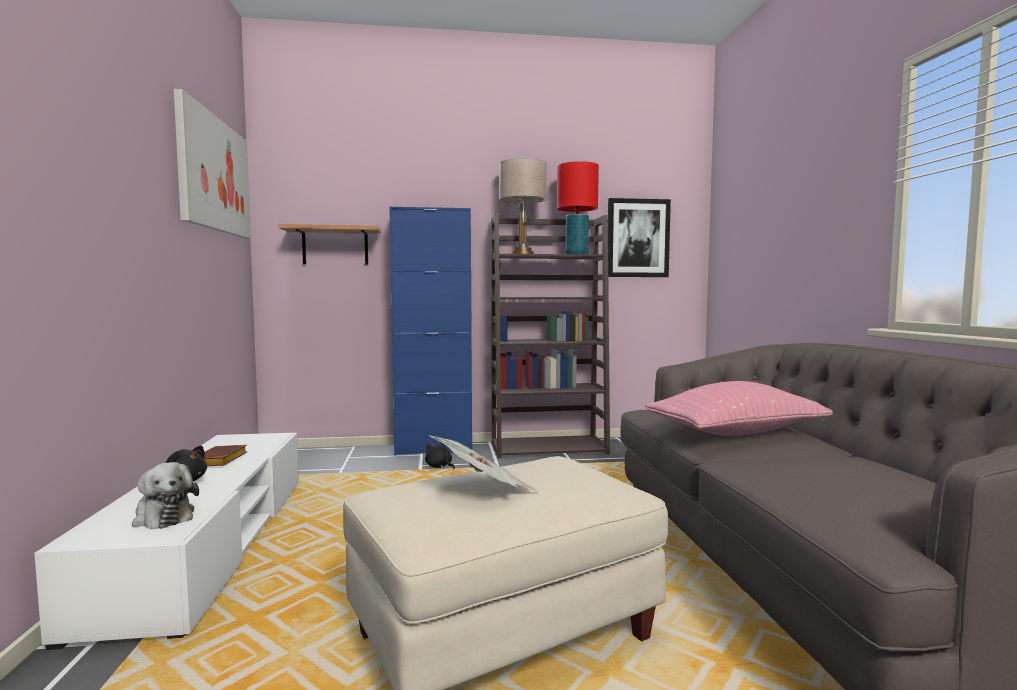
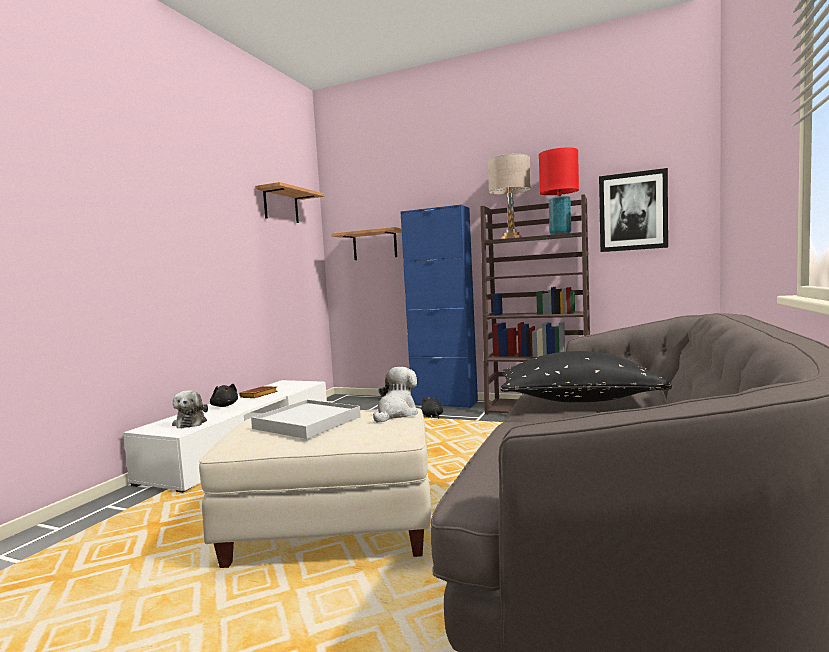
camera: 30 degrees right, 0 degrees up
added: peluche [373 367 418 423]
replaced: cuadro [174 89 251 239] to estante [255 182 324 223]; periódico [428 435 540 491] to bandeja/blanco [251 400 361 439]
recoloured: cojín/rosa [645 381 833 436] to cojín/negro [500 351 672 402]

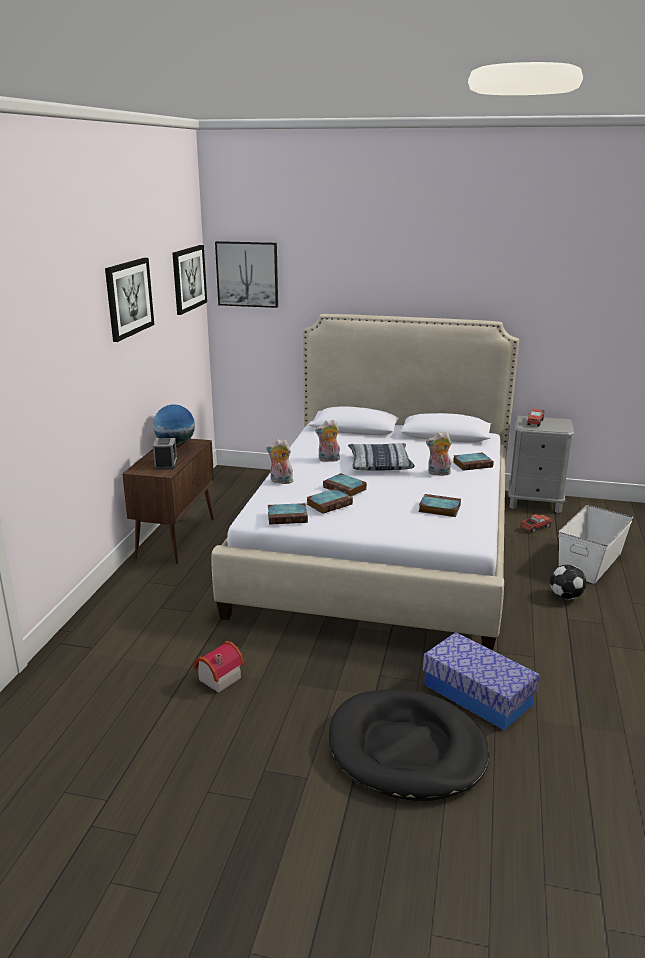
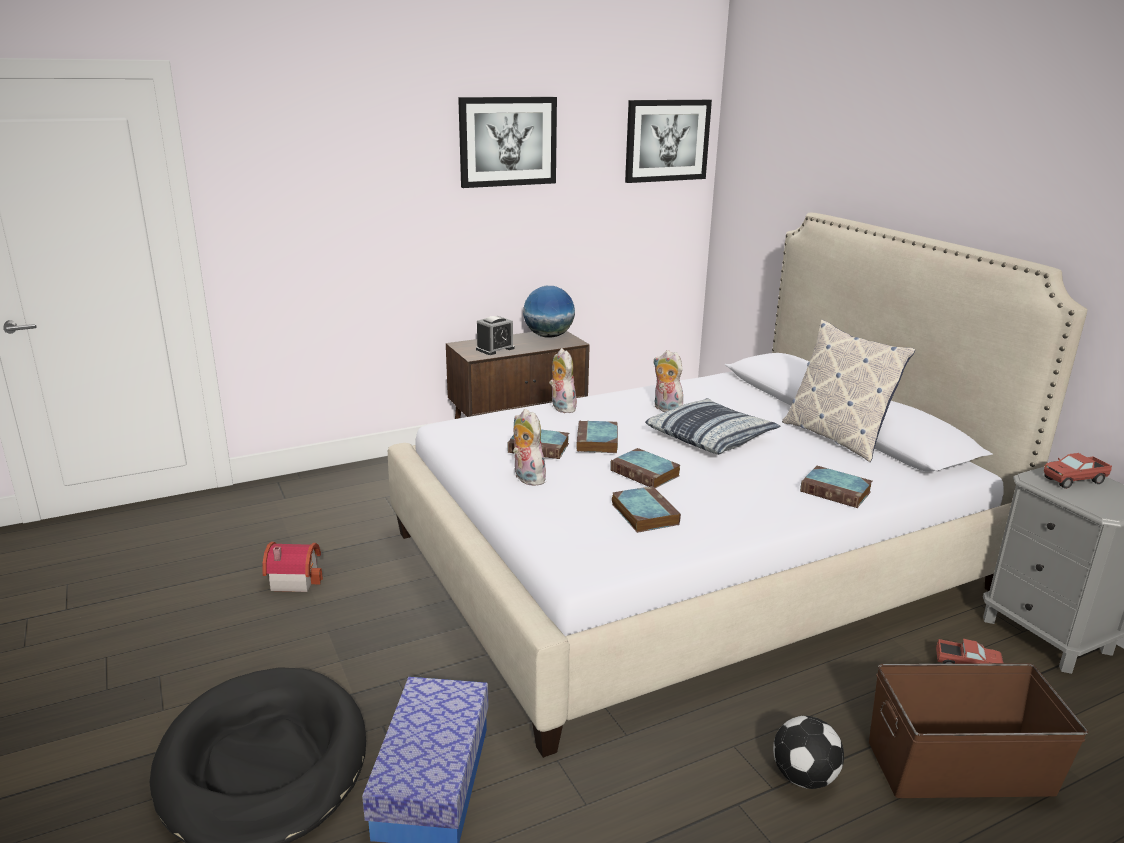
camera: 50 degrees right, 0 degrees up
removed: cuadro [215 241 278 308]
added: cojín [782 320 915 462]
moved: peluche [426 432 451 476] to [513 409 546 486]; libro [268 503 308 525] to [610 448 680 488]
recoloured: caja de almacenaje/blanco [558 505 633 584] to caja de almacenaje/marrón [869 663 1088 798]

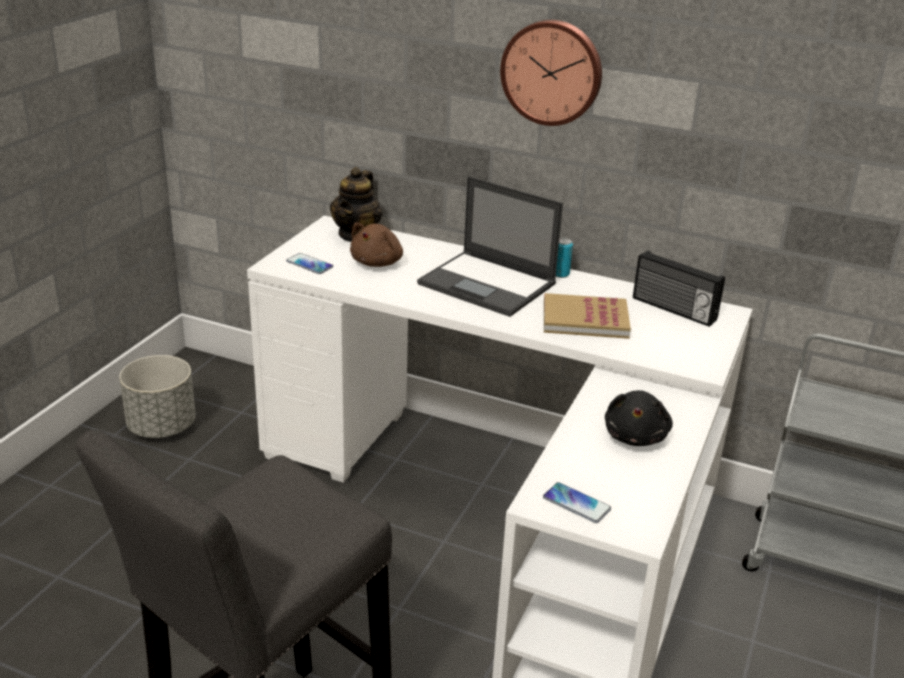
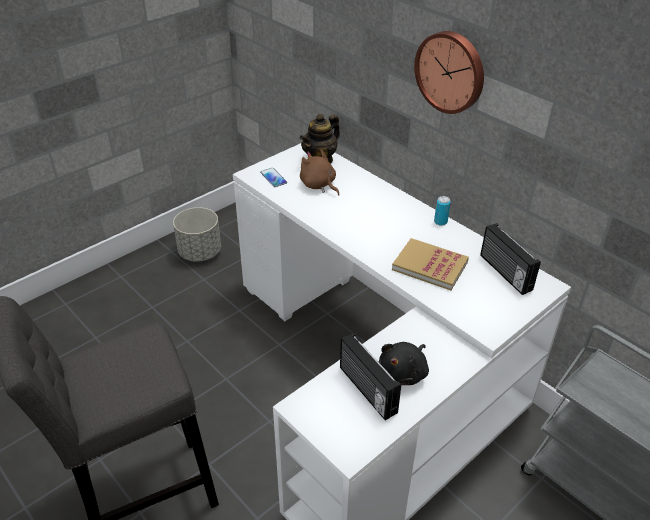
camera: 25 degrees right, 10 degrees up
removed: portátil [417 176 563 317]; móvil [543 482 611 523]
added: radio [340 333 401 420]
turned: peluche/marrón [350 223 403 267] = [300 149 339 196] 90 degrees clockwise

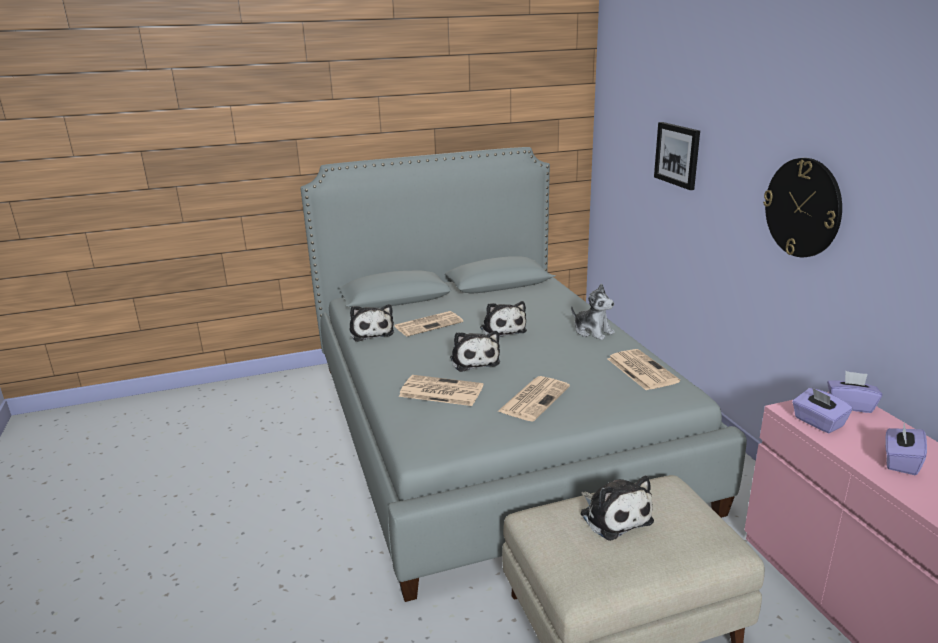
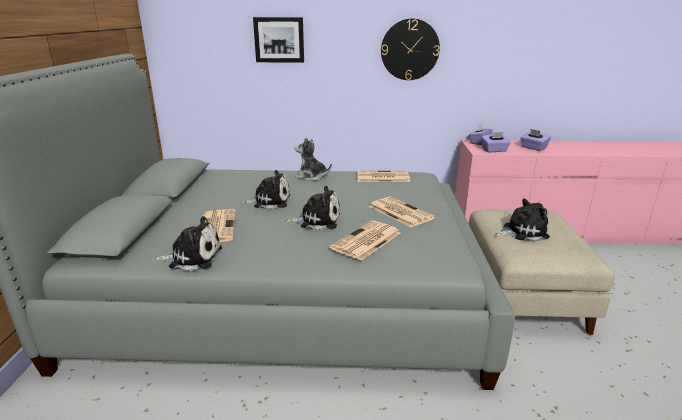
camera: 70 degrees left, 0 degrees up
turned: peluche [571 283 615 340] = [294 137 332 181] 135 degrees counterclockwise

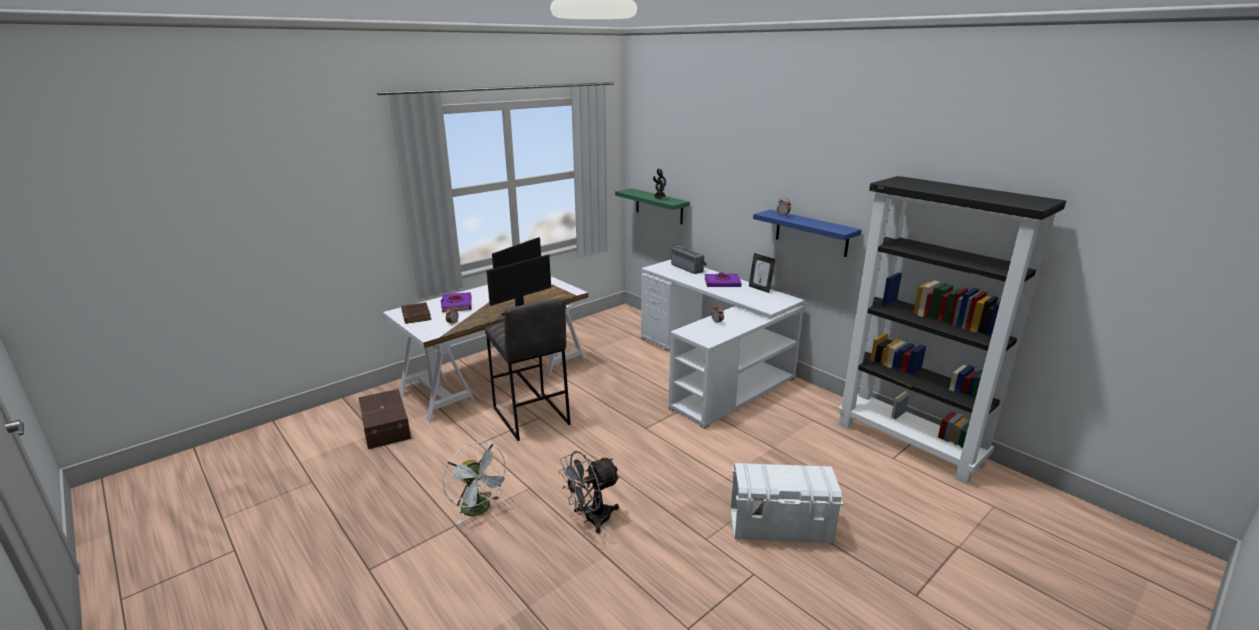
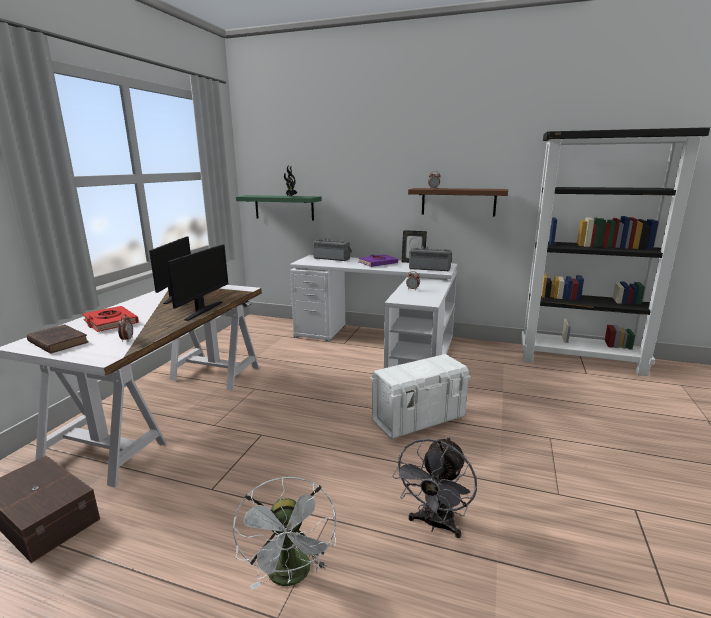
camera: 30 degrees left, 5 degrees down
removed: taburete/gris [485 298 571 441]
added: radio [409 246 452 271]
moved: caja de almacenaje/blanco [731 463 843 543] to [370 354 471 439]
recoloured: estante/azul [753 210 862 257] to estante/marrón [408 188 508 217]; libro/morado [441 292 472 312] to libro/rojo [82 306 139 332]
turned: ventilador/blanco [443 442 510 524] = [233 477 337 590] 60 degrees clockwise

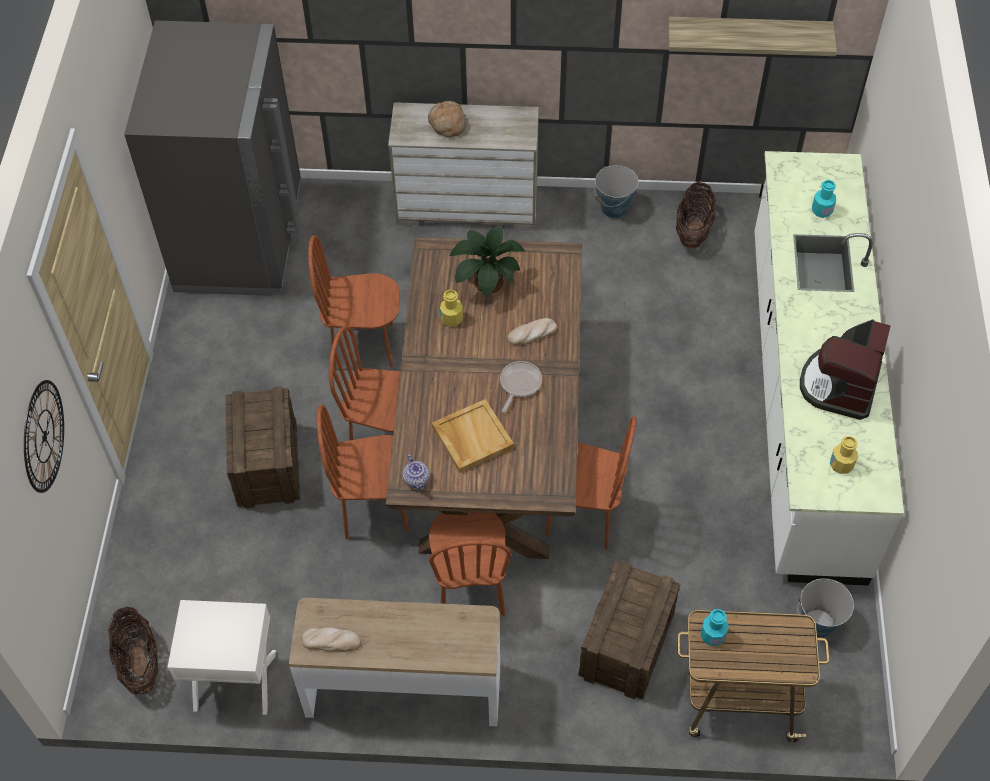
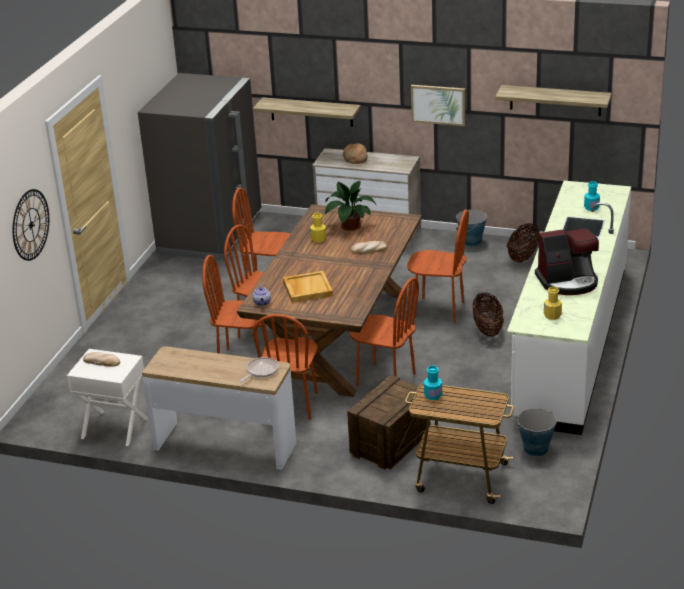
camera: 15 degrees right, 25 degrees down
removed: caja de embalaje [225 386 300 509]
added: cuadro [411 85 465 126]; estante [253 97 361 127]; silla/marrón [407 210 469 323]
moved: sartén [500 361 542 412] to [239 357 279 382]; cesta [108 607 158 695] to [473 293 504 337]; pan [302 627 362 652] to [83 352 120 367]
turned: cafetera [800 319 890 420] = [535 228 599 295] 135 degrees counterclockwise

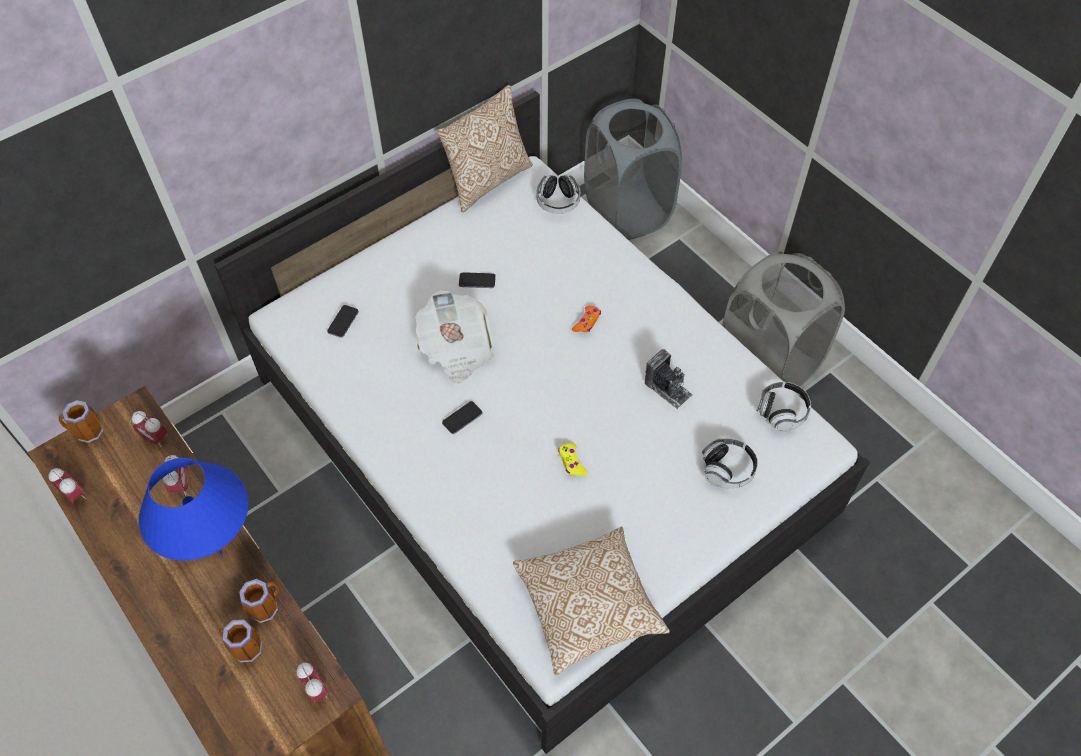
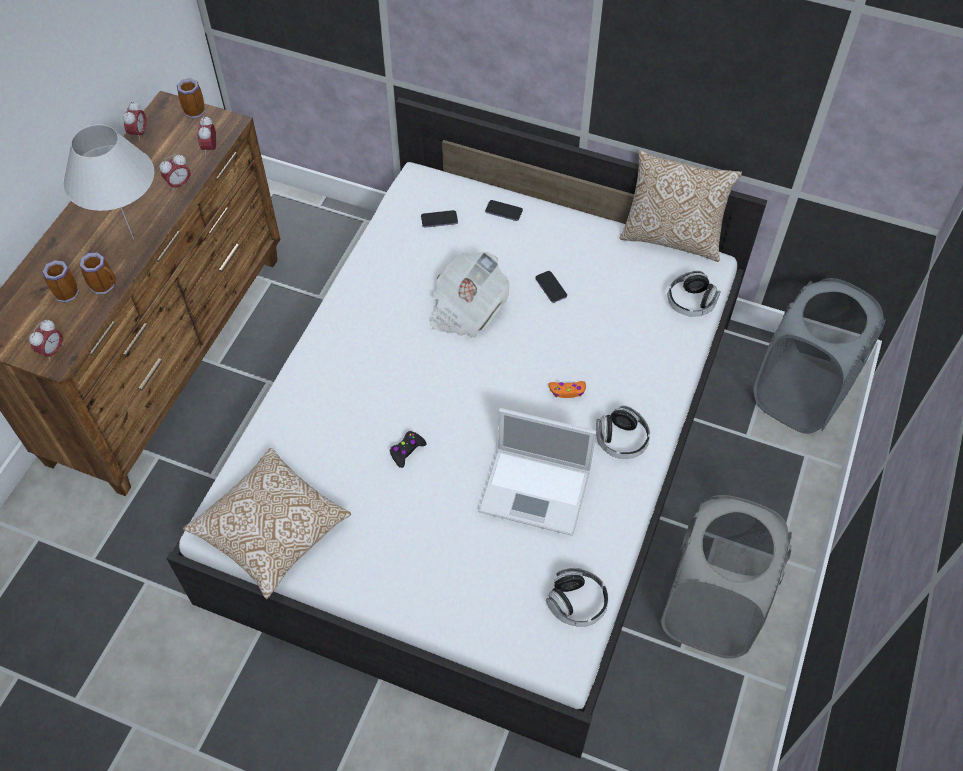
camera: 60 degrees right, 0 degrees up
moved: móvil [442 401 482 434] to [485 200 523 221]; auriculares [702 438 758 488] to [596 405 650 459]
replaced: cámara [645 349 692 409] to portátil [478 408 597 536]
recoloured: mando de consola/amarillo [558 443 588 476] to mando de consola/negro [390 431 427 468]; lámpara de mesa/azul [139 458 249 561] to lámpara de mesa/blanco [63 124 155 240]

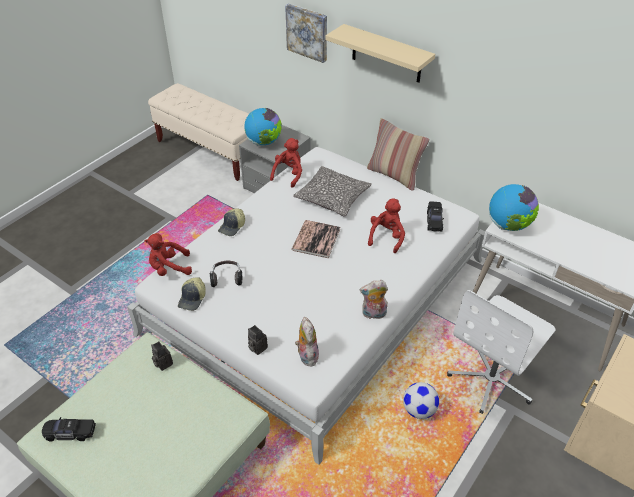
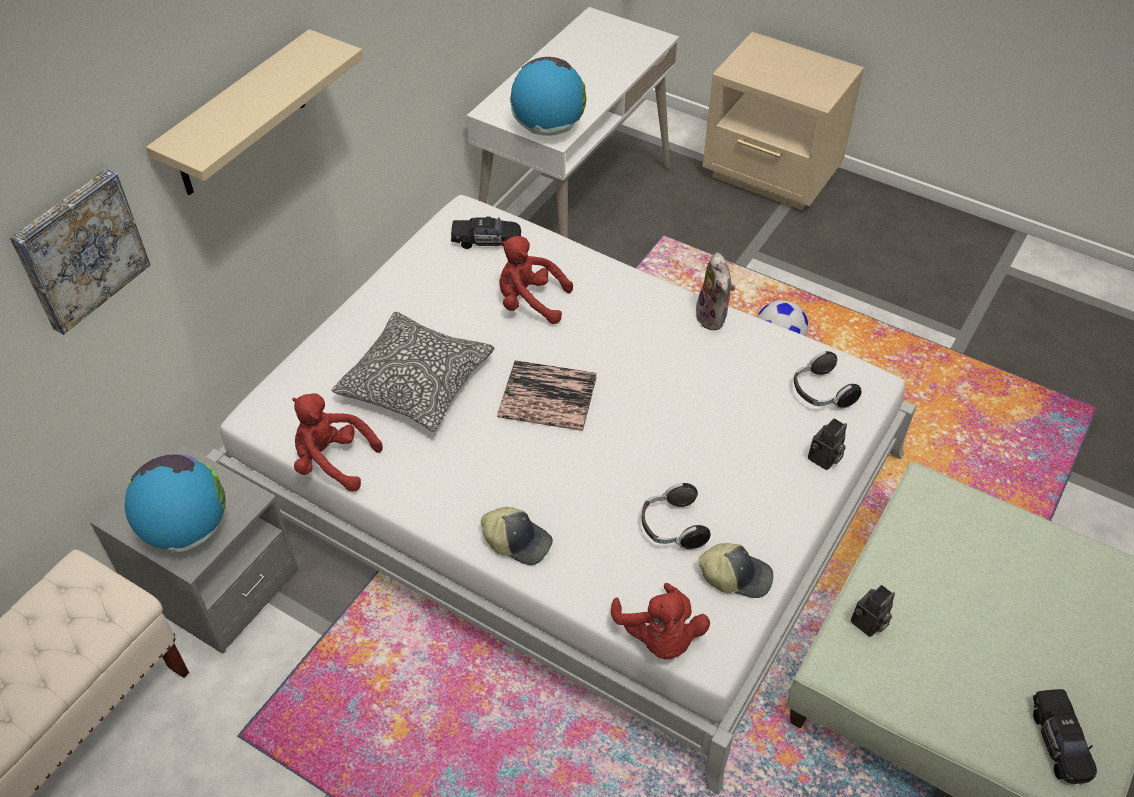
camera: 95 degrees left, 5 degrees up
removed: cojín [367 118 429 191]; silla de oficina/blanco [447 290 556 414]
replaced: peluche [295 317 319 367] to auriculares [794 351 862 409]

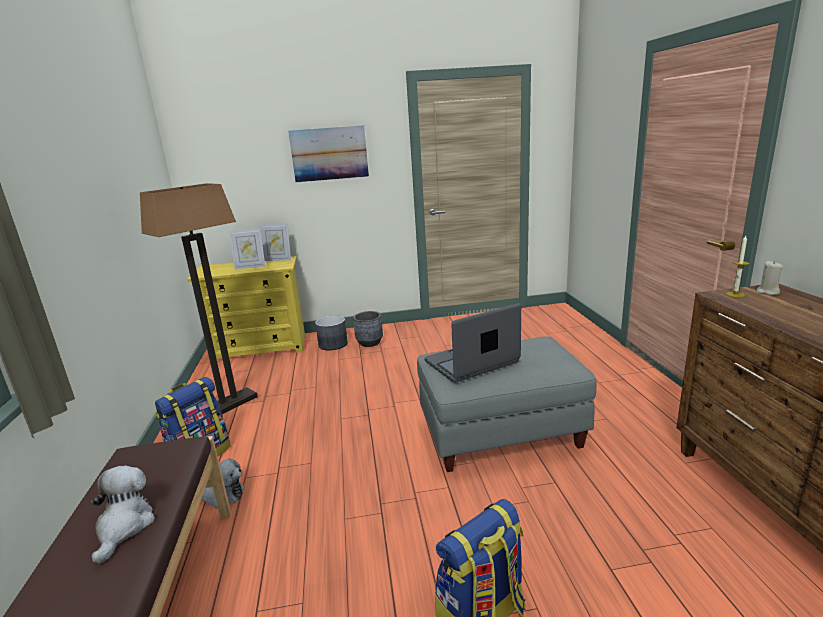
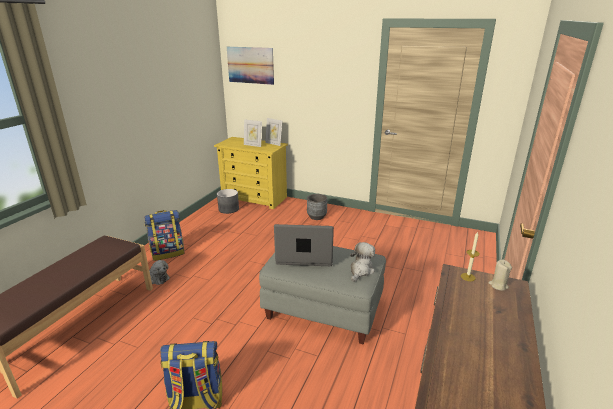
camera: 30 degrees right, 5 degrees up
removed: lámpara de pie [140 183 258 414]
moved: cuadro [288 125 369 182] to [227 47 274 85]; maceta/gris [315 315 348 350] to [217 189 239 214]; peluche [91 466 155 564] to [350 242 375 282]

